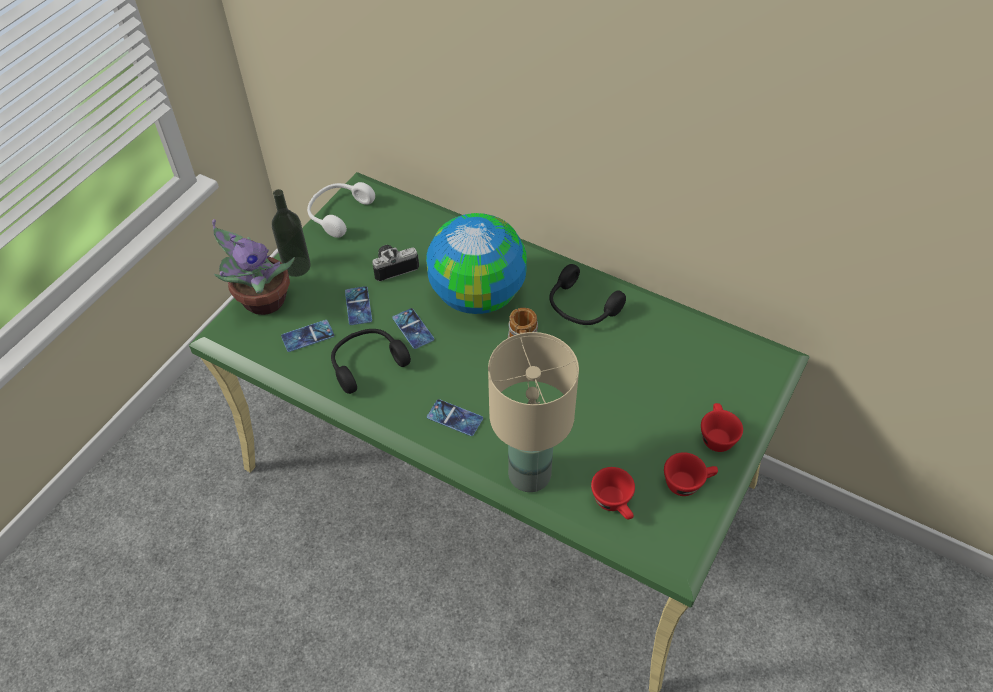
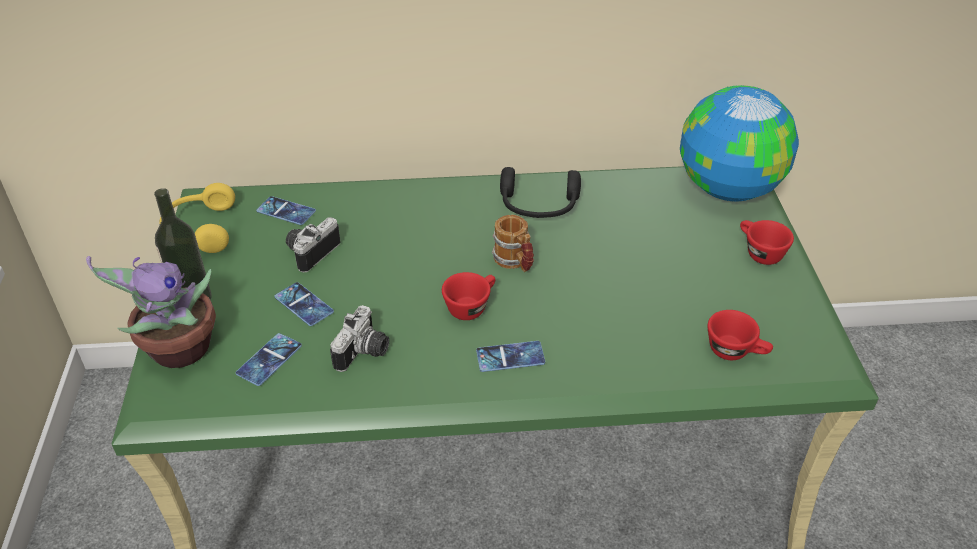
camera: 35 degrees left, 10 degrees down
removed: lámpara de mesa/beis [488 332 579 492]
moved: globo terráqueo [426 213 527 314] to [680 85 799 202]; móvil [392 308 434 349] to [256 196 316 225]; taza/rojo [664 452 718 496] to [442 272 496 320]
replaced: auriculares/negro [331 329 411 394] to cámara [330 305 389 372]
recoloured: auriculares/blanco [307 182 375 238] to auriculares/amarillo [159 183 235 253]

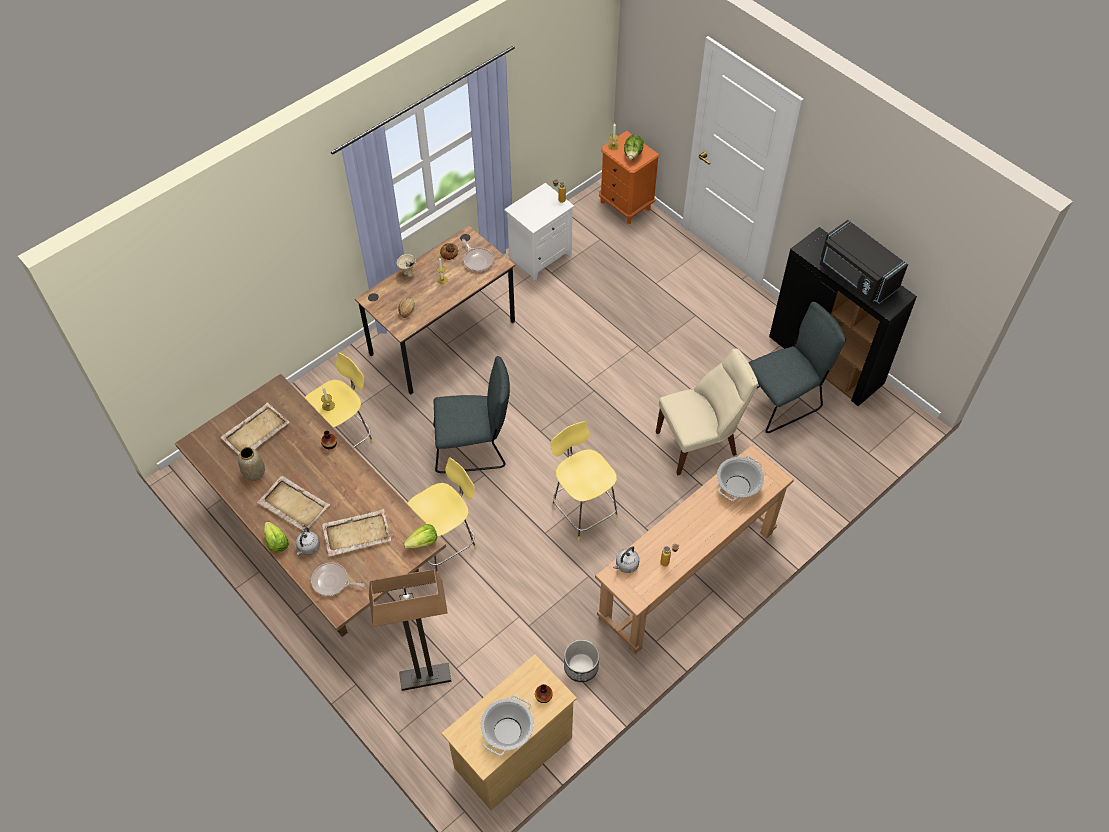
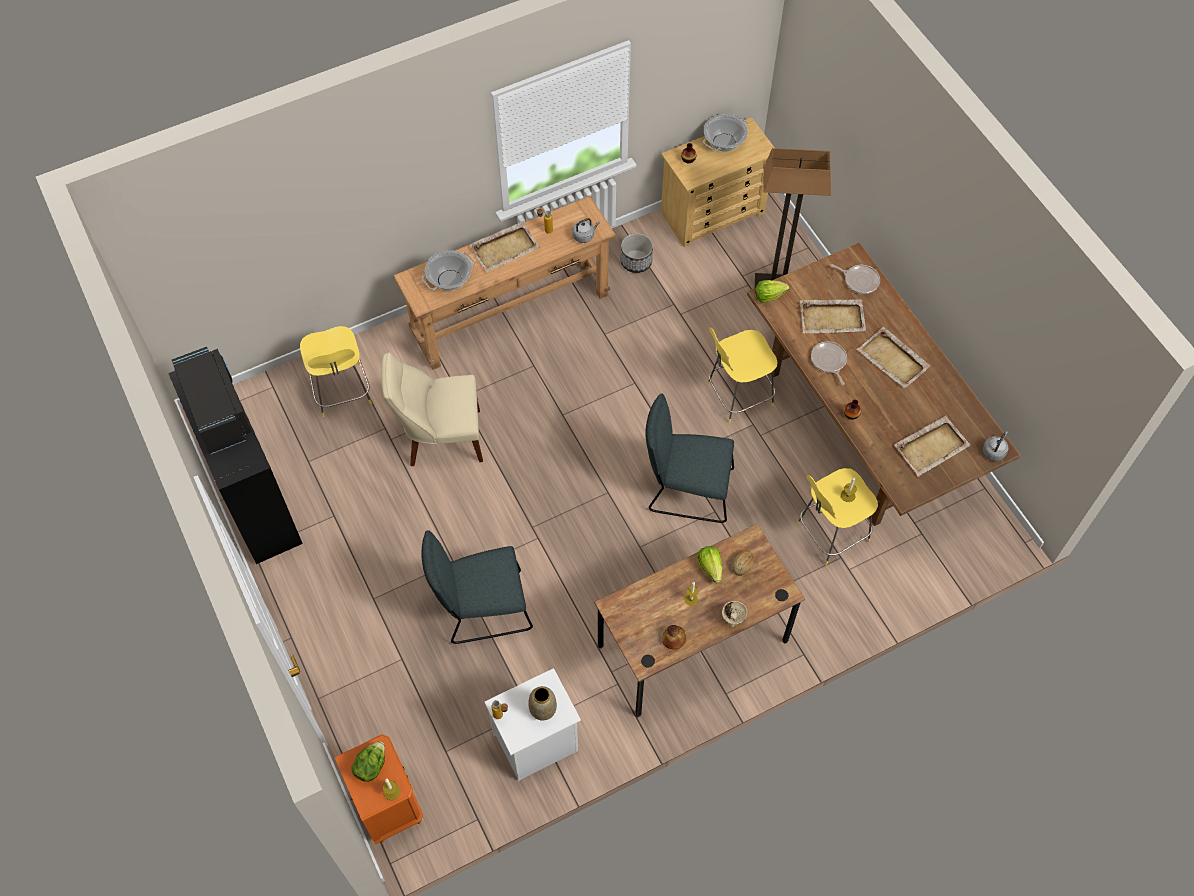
camera: 165 degrees left, 5 degrees up
added: bandeja/beis [469 221 540 273]
moved: sartén [462 239 494 272] to [811 341 847 385]; silla/gris [748 302 846 433] to [421 530 533 644]; taburete/amarillo [551 421 618 540] to [300 326 372 417]; florero [238 447 265 480] to [528 686 557 720]; lechuga [264 522 289 552] to [697 546 722 583]; hervidor/gris [296 527 320 555] to [983 431 1008 461]

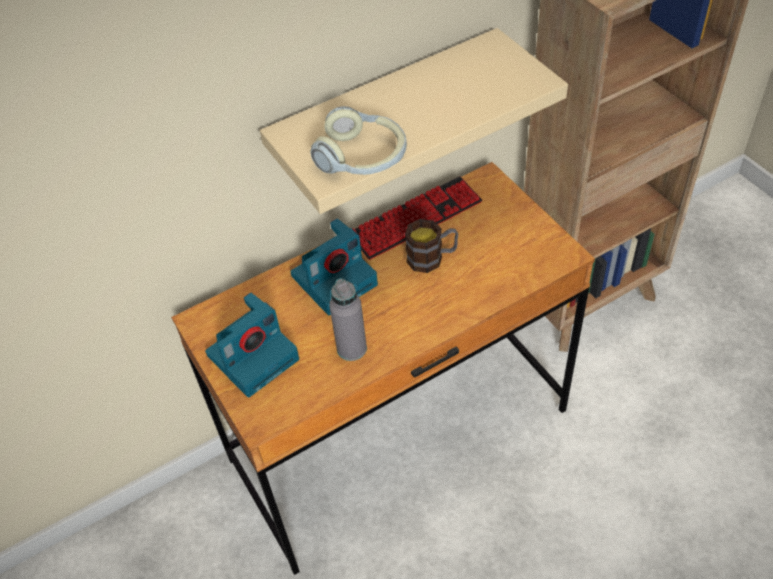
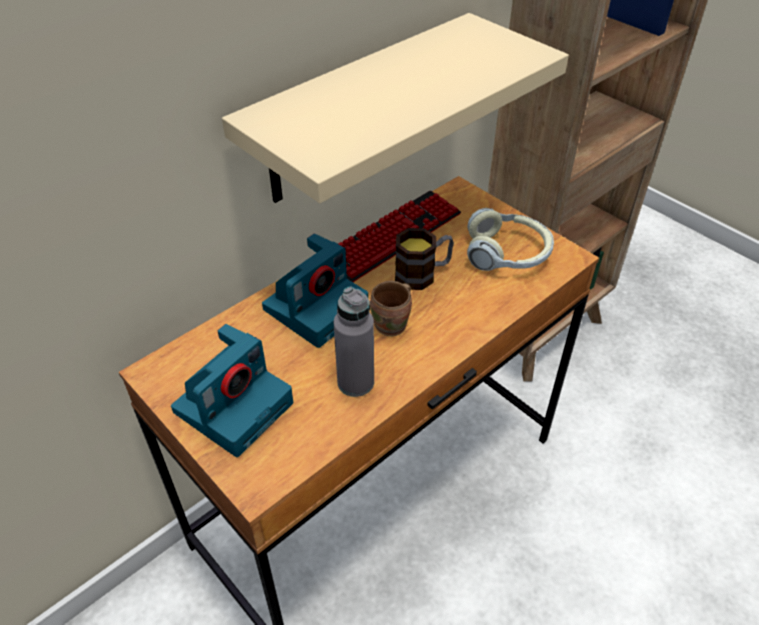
camera: 15 degrees left, 5 degrees down
added: taza grande/marrón [370 281 412 336]
moved: auriculares [310 106 407 175] to [467 208 554 271]

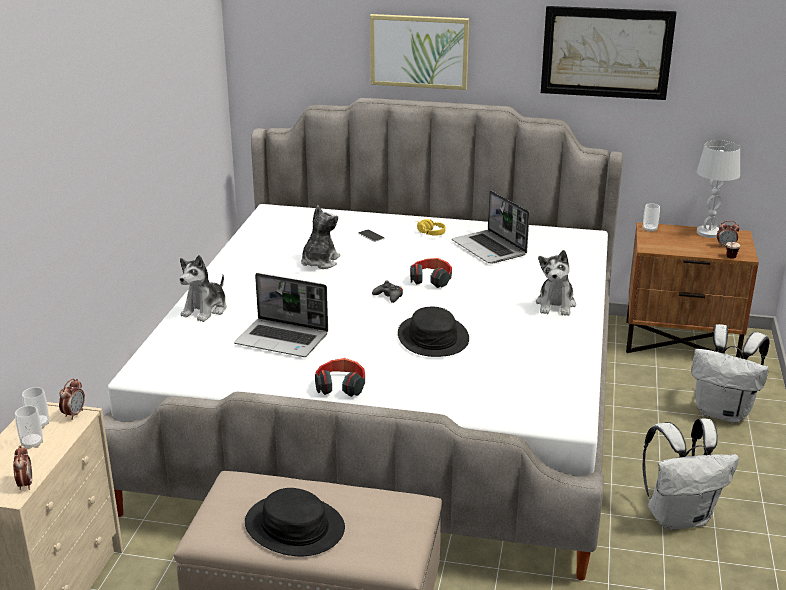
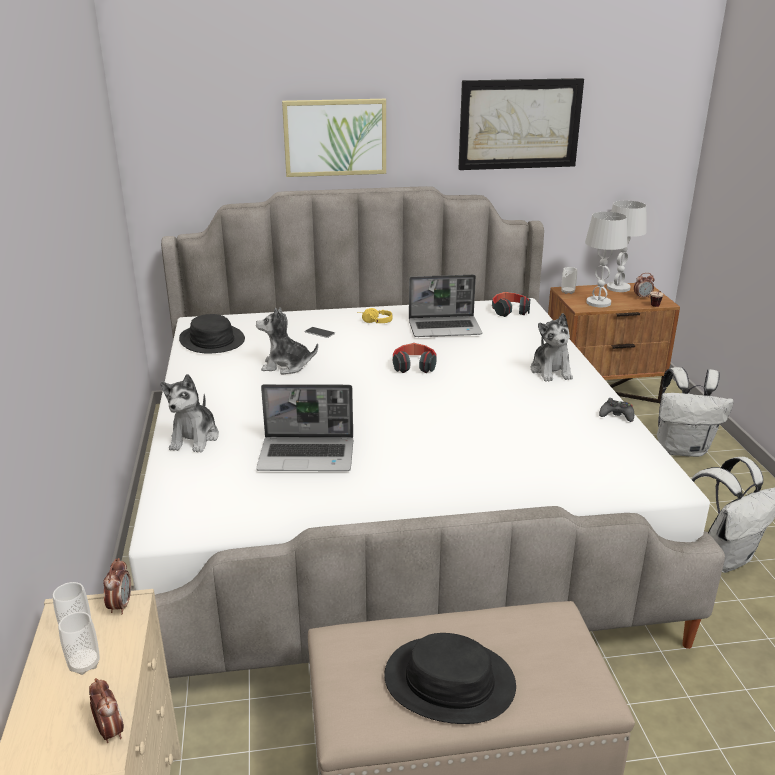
camera: 20 degrees left, 0 degrees up
added: lámpara de mesa/blanco [585 212 627 307]
moved: mando de consola/negro [372 281 403 303] to [599 398 634 422]; sombrero/negro [398 307 469 357] to [179 314 245 353]; auriculares [315 358 365 397] to [492 292 530 317]
turned: portátil [452 190 529 263] = [409 275 482 337] 45 degrees counterclockwise; peluche [301 205 340 269] = [256 307 318 374] 90 degrees counterclockwise

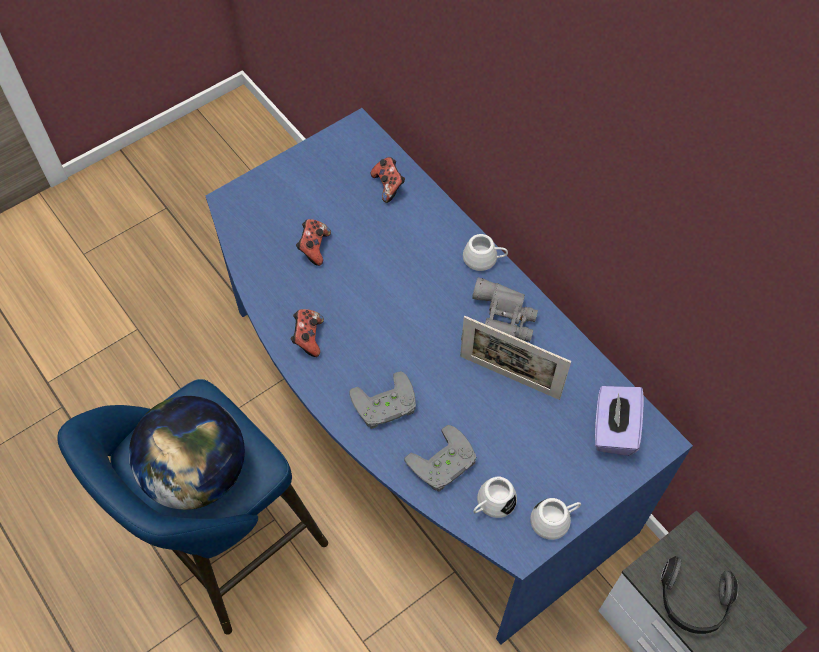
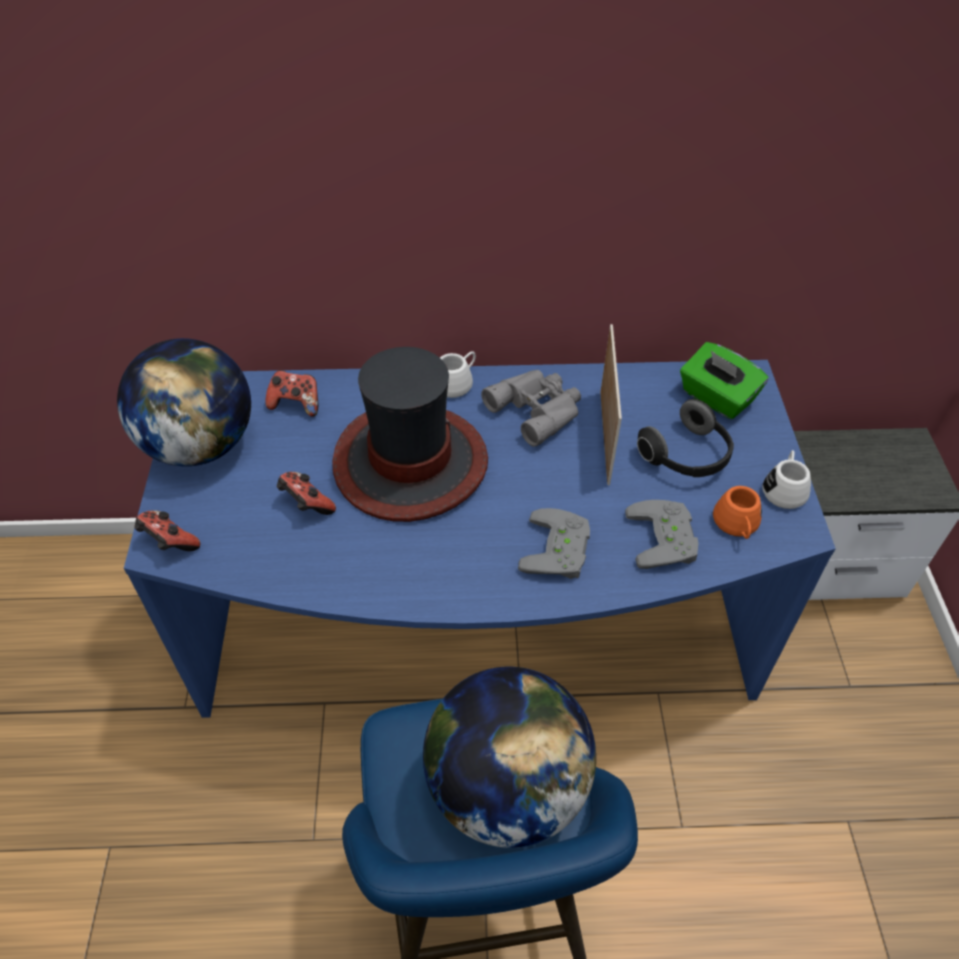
camera: 55 degrees left, 10 degrees down
added: globo terráqueo [117 338 251 466]; sombrero [332 347 488 522]
moved: mando de consola [290 309 324 357] to [134 510 200 551]; auriculares [661 556 738 634] to [637 399 734 477]
recoloured: caja de pañuelos/morado [595 386 644 456] to caja de pañuelos/verde [680 342 768 419]; taza grande/blanco [473 477 517 518] to taza grande/naranja [713 486 762 539]
turned: portarretratos [460 316 571 400] = [600 324 622 485] 60 degrees counterclockwise

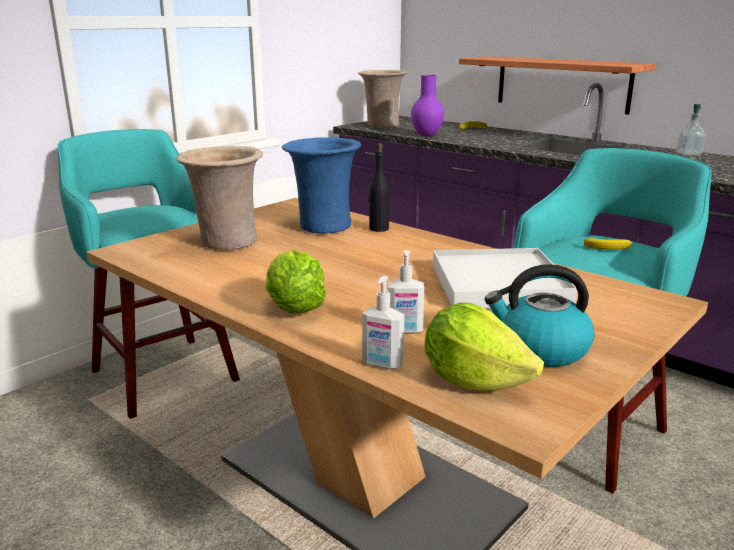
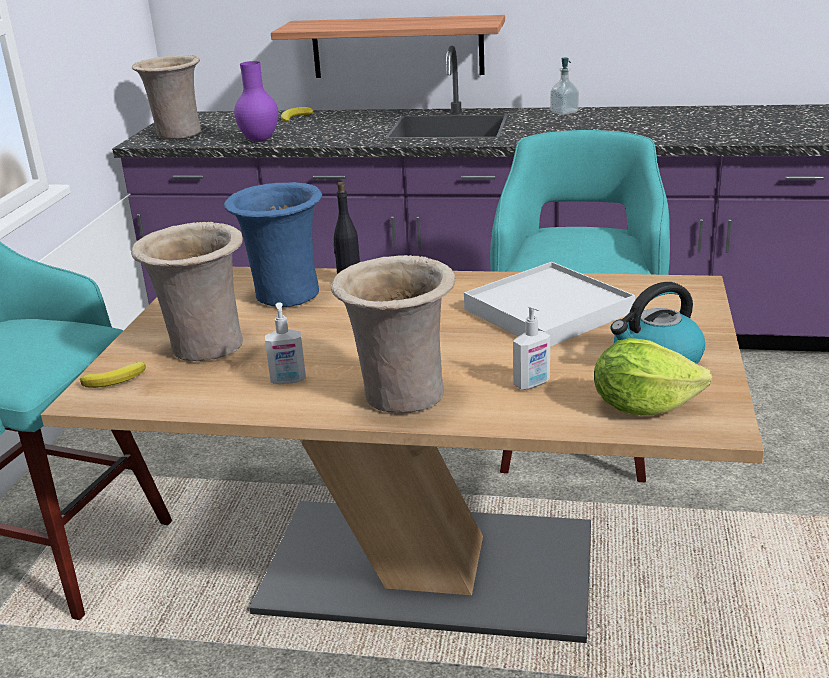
camera: 30 degrees left, 5 degrees up
moved: plátano [584 238 632 250] to [80 361 146 388]; dispensador de jabón [362 276 405 369] to [265 302 306 385]
replaced: lechuga [266 250 326 313] to florero/beis [331 255 455 413]

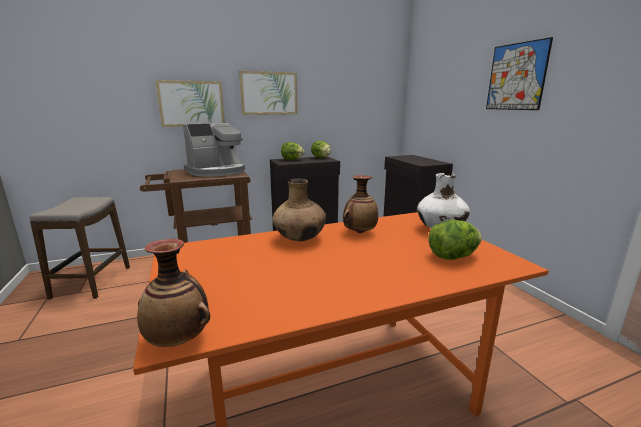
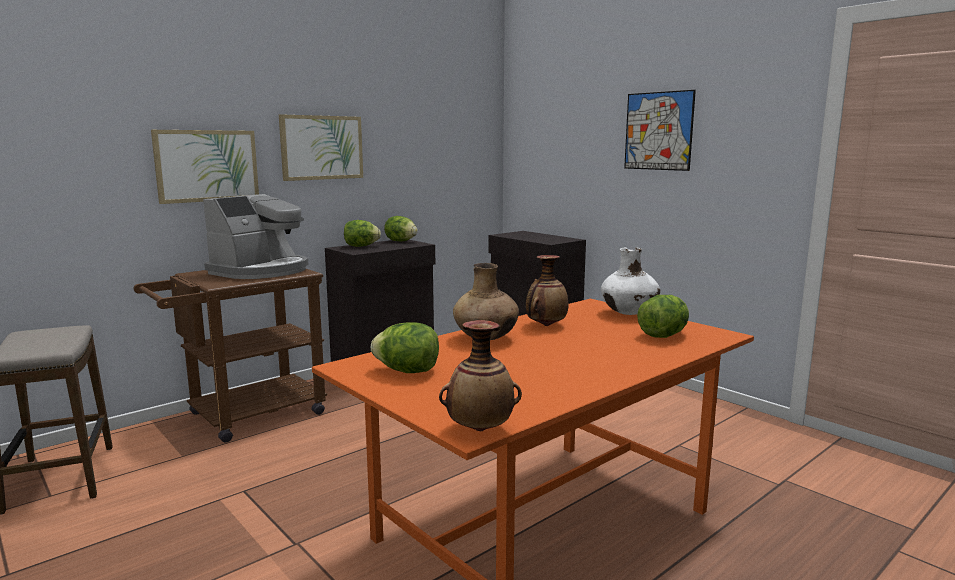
camera: 20 degrees left, 5 degrees down
added: lechuga [371 322 439 373]

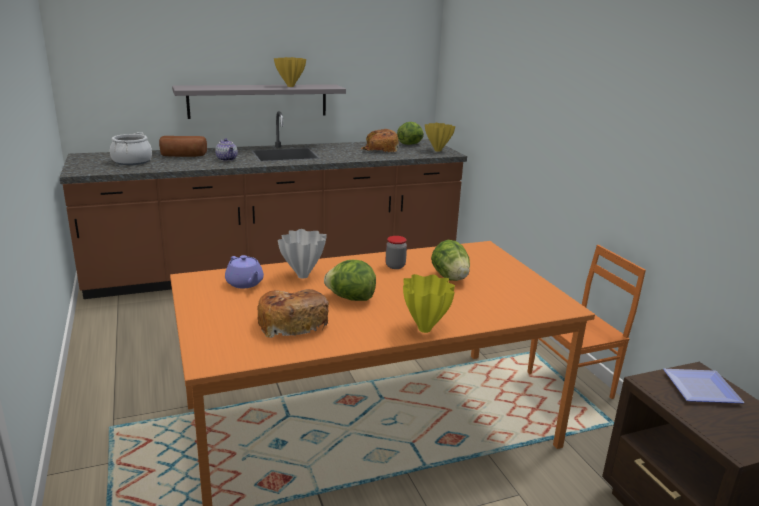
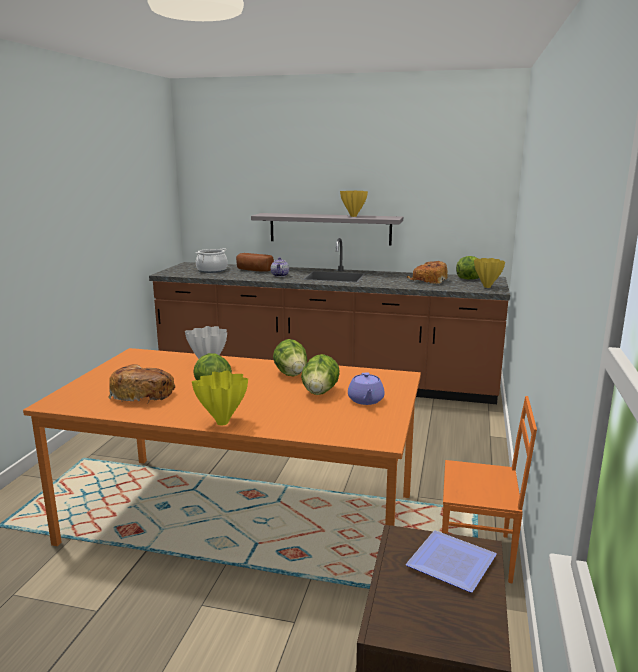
camera: 35 degrees right, 5 degrees down
moved: tetera/morado [225 255 264 288] to [348 372 385 405]
replaced: tarro [386 236 407 269] to lechuga [273 339 307 376]

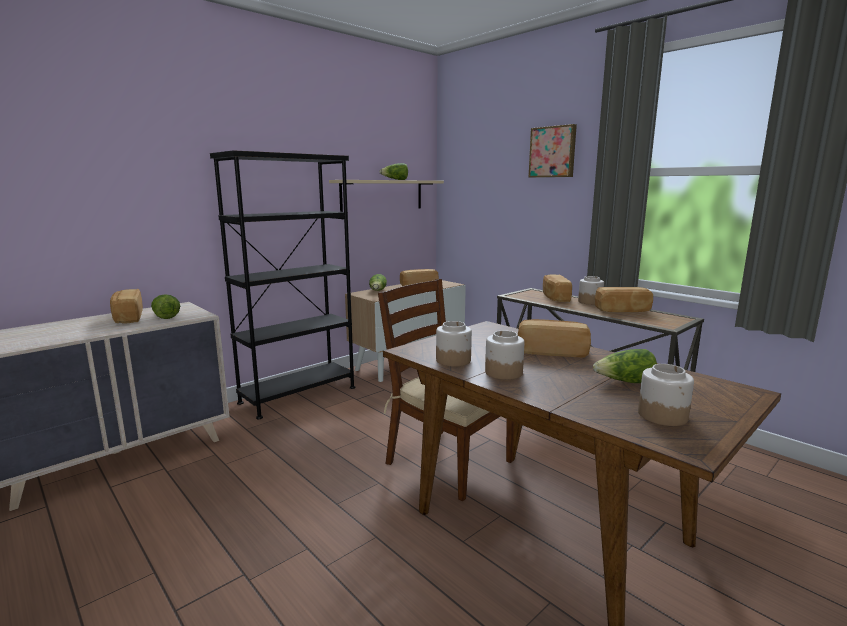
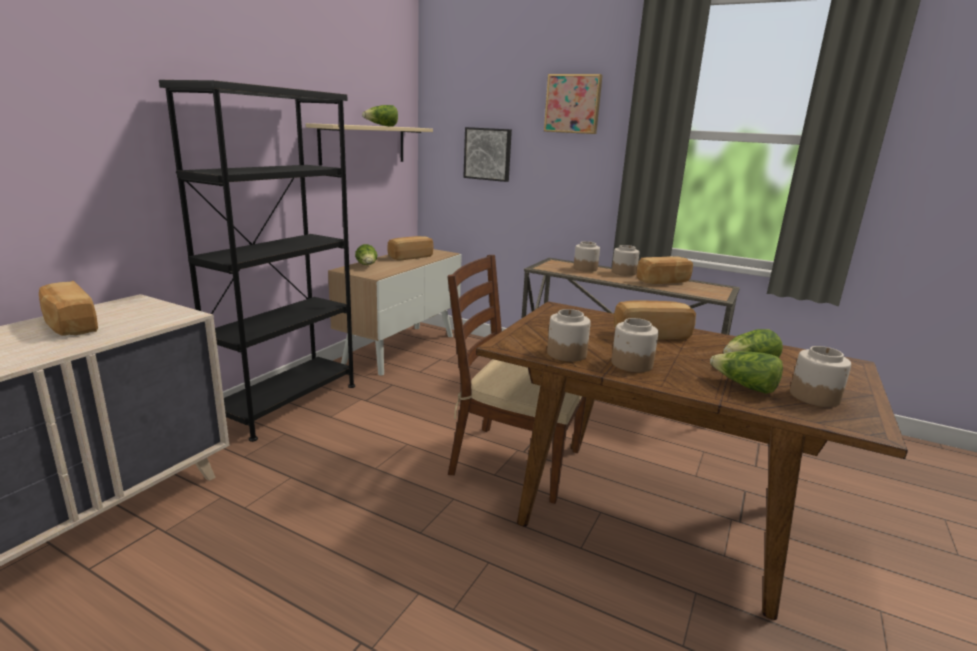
camera: 20 degrees left, 5 degrees up
added: cuadro [463 127 512 182]
moved: lechuga [151 294 180 319] to [710 351 783 394]
replaced: pan [543 274 572 302] to tarro [574 241 600 272]

